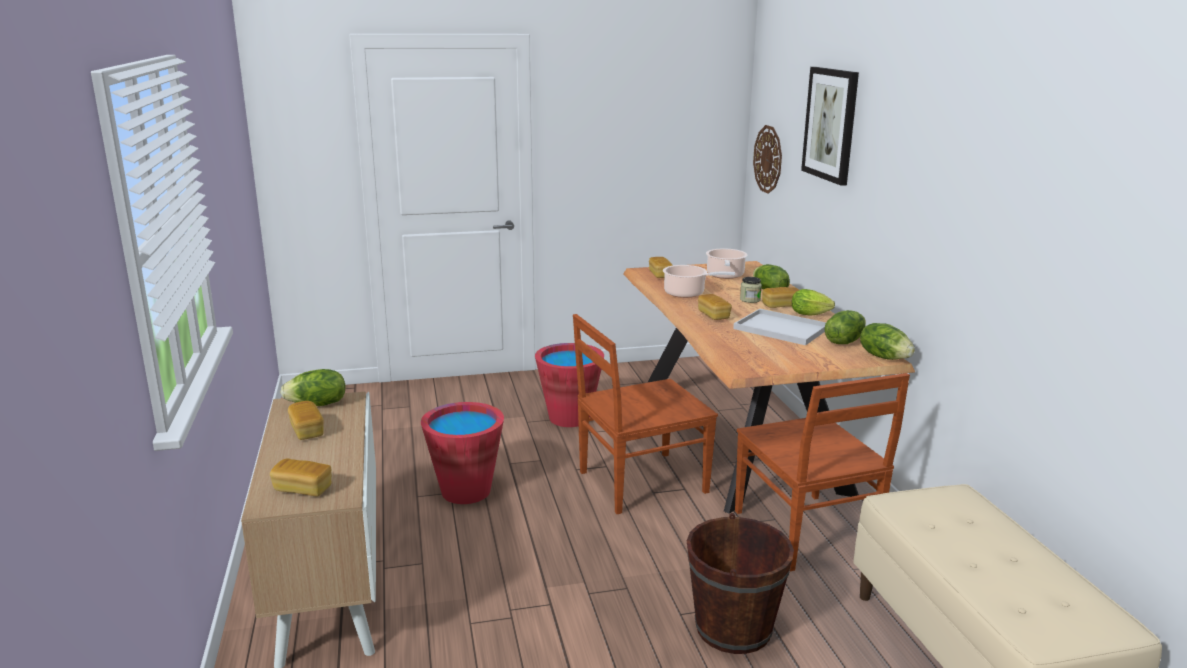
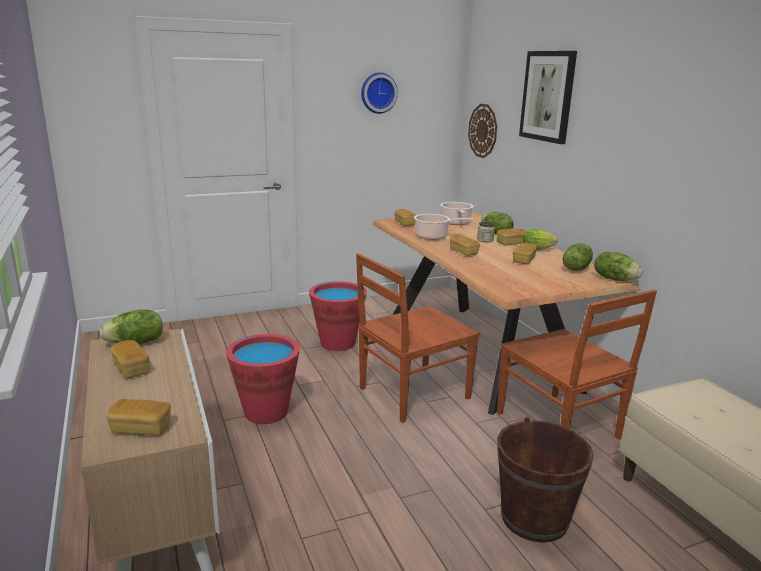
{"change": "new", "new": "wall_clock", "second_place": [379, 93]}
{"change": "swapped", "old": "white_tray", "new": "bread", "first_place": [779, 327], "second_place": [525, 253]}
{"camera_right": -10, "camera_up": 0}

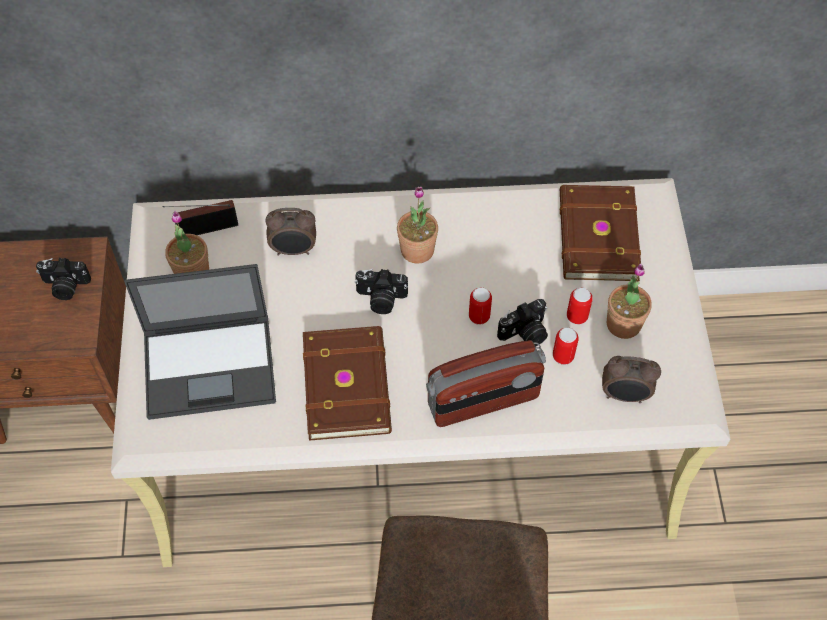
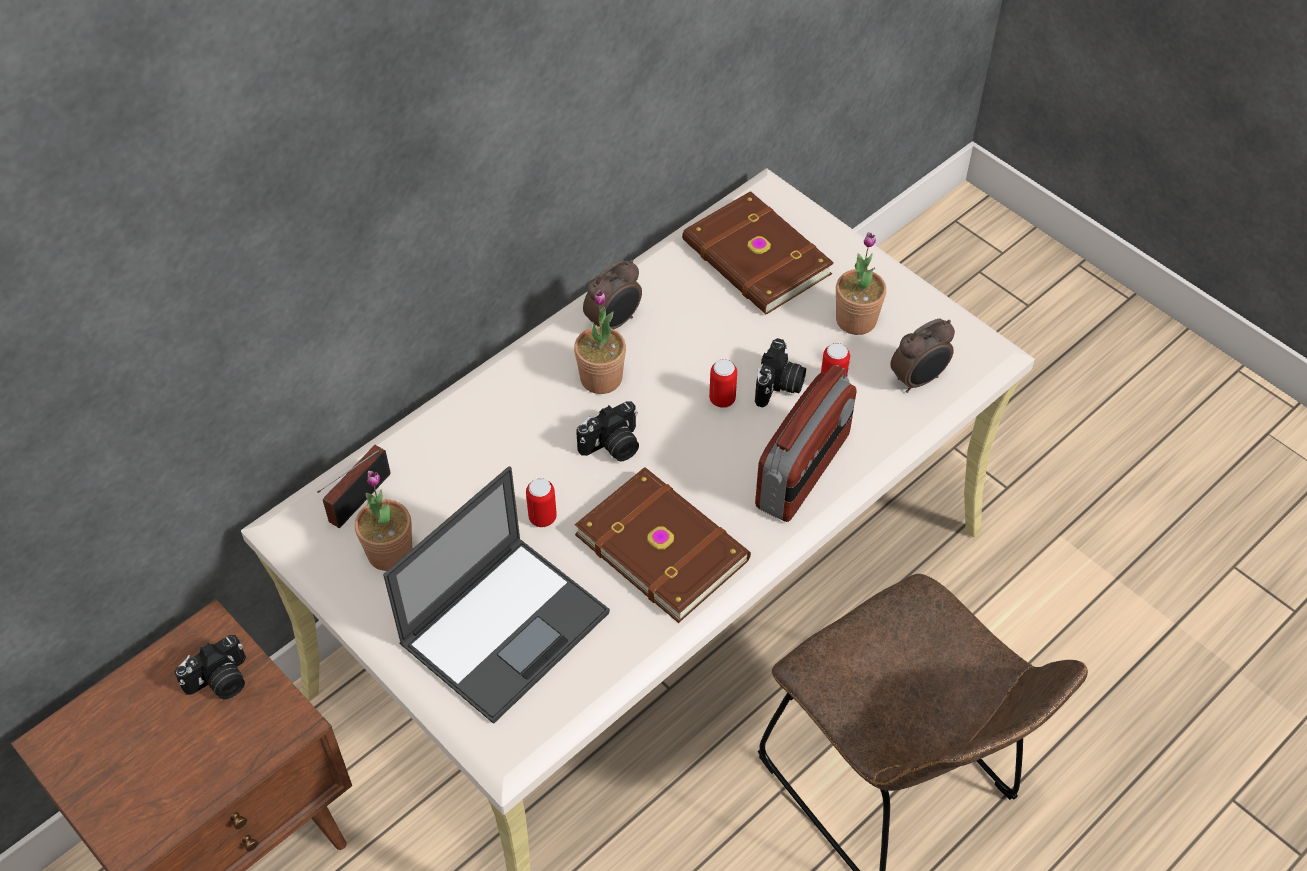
{"change": "shifted", "old": "can", "first_place": [580, 306], "second_place": [541, 502]}
{"change": "shifted", "old": "alarm_clock", "first_place": [291, 231], "second_place": [612, 294]}
{"camera_right": -40, "camera_up": -5}

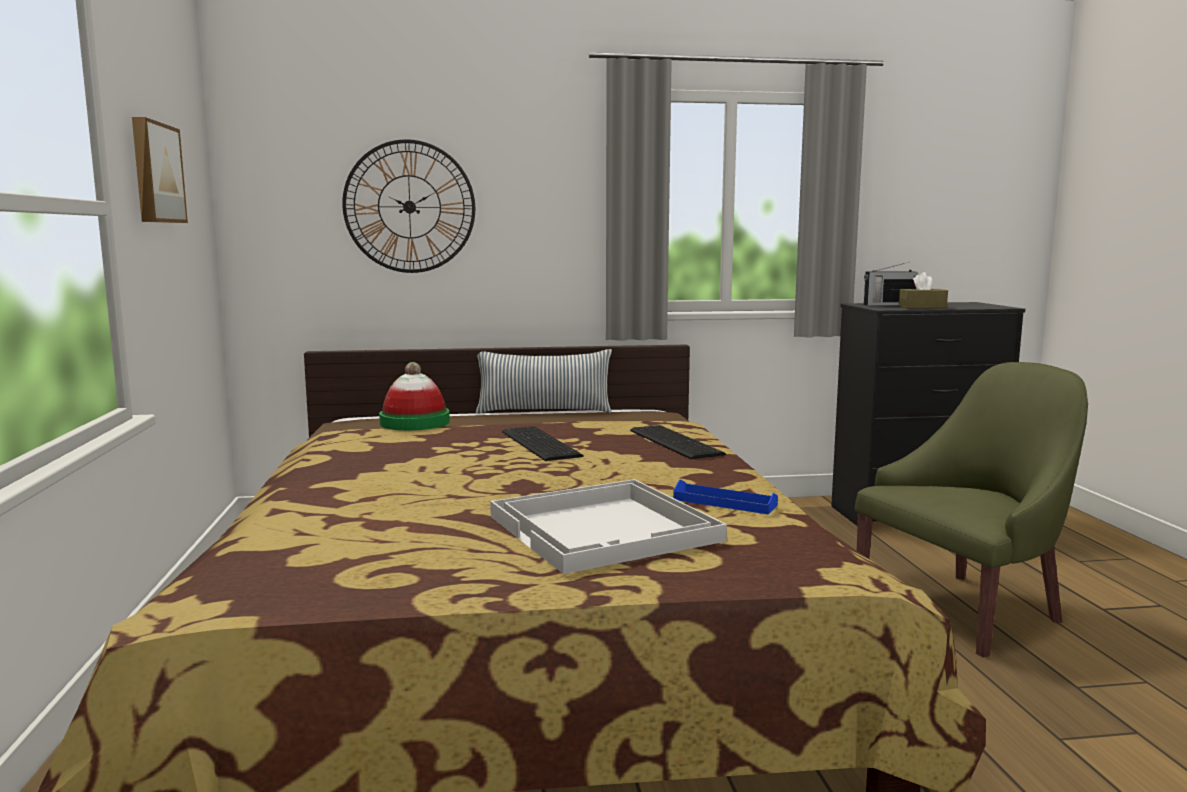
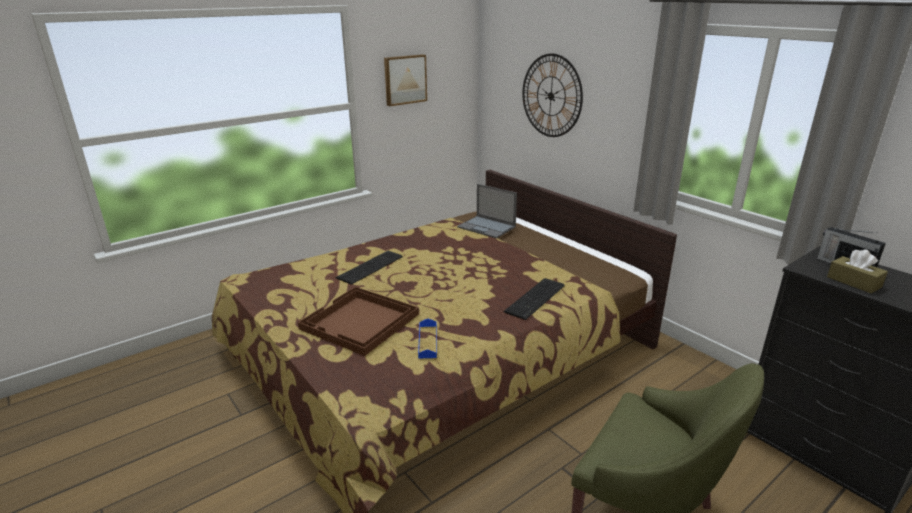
{"change": "repainted", "old": "white_tray", "new": "brown_tray", "first_place": [608, 526], "second_place": [358, 321]}
{"change": "shifted", "old": "keyboard", "first_place": [543, 443], "second_place": [369, 268]}
{"change": "swapped", "old": "hat", "new": "laptop", "first_place": [414, 396], "second_place": [487, 211]}
{"change": "gone", "old": "pillow", "first_place": [543, 381]}
{"camera_right": 60, "camera_up": 15}

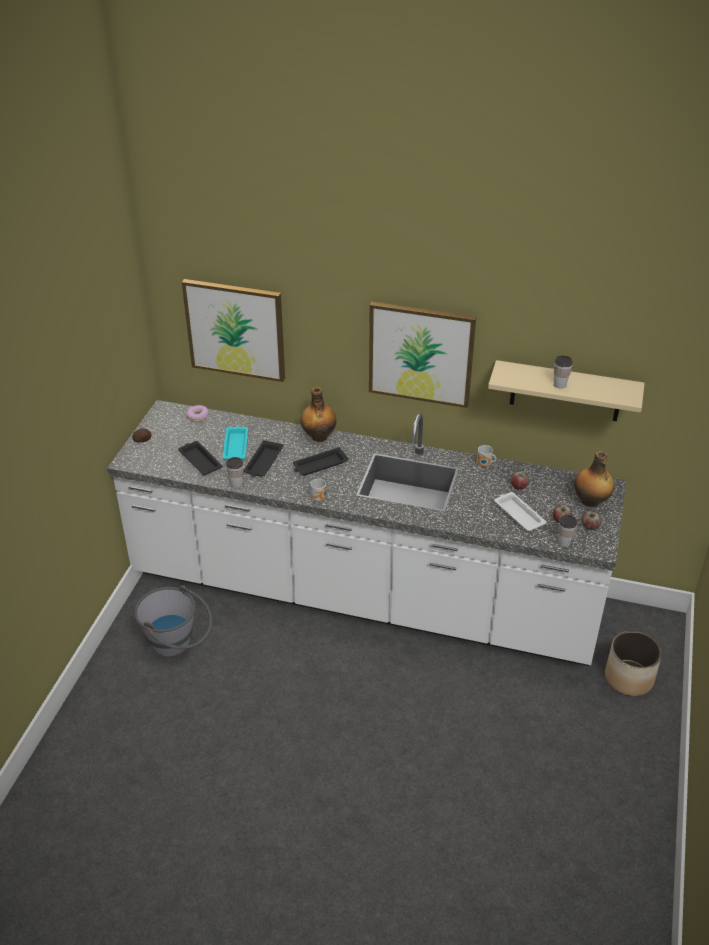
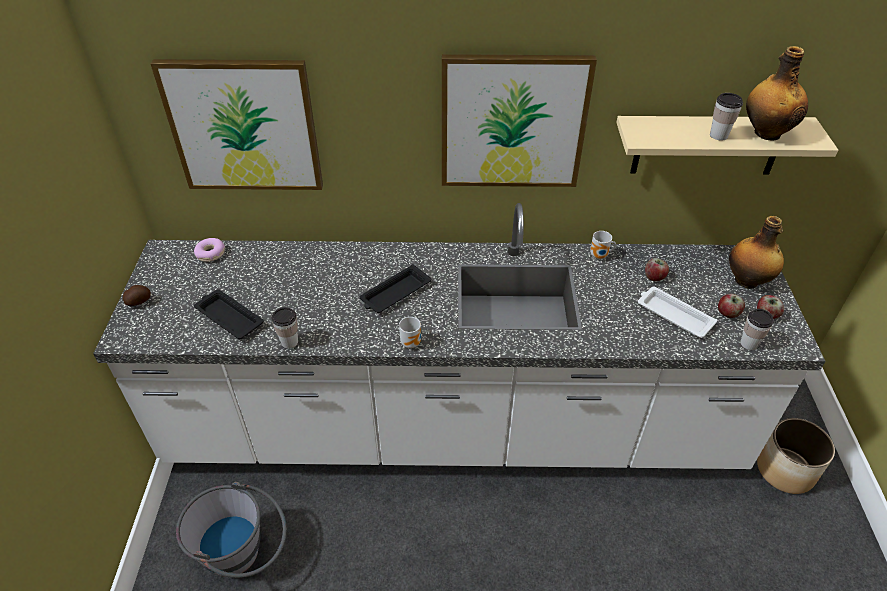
{"change": "shifted", "old": "bottle", "first_place": [318, 414], "second_place": [777, 93]}
{"change": "gone", "old": "turquoise_tray", "first_place": [235, 442]}
{"change": "gone", "old": "black_tray", "first_place": [263, 458]}
{"camera_right": -15, "camera_up": 5}

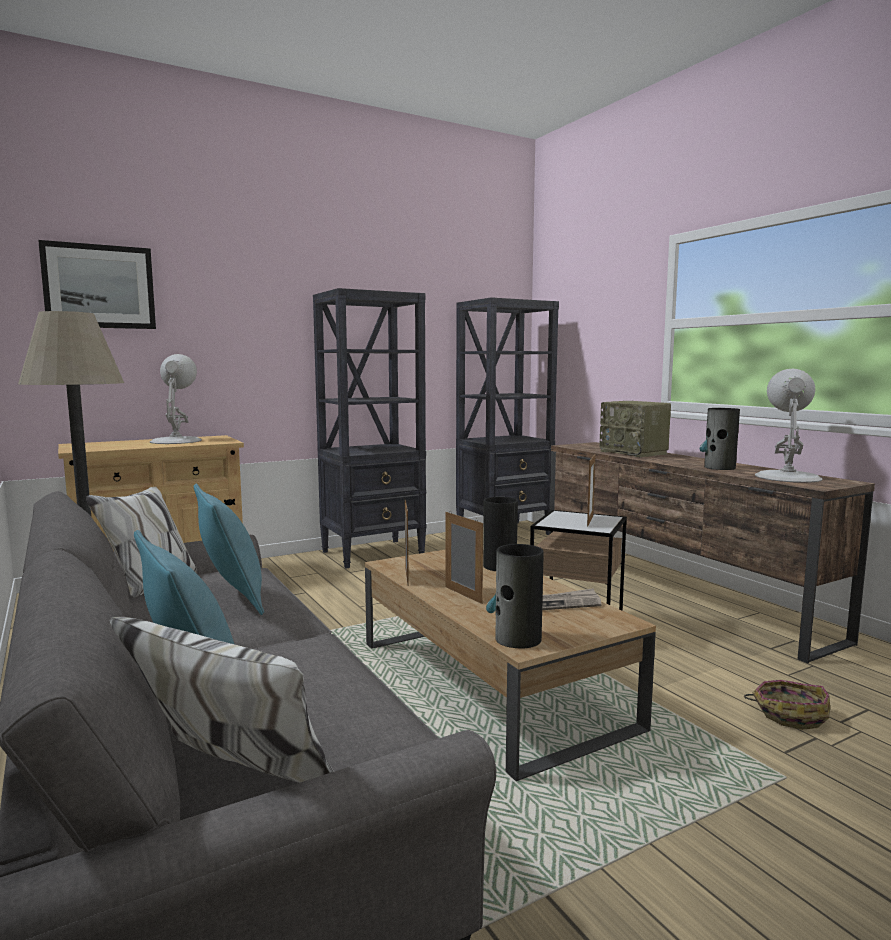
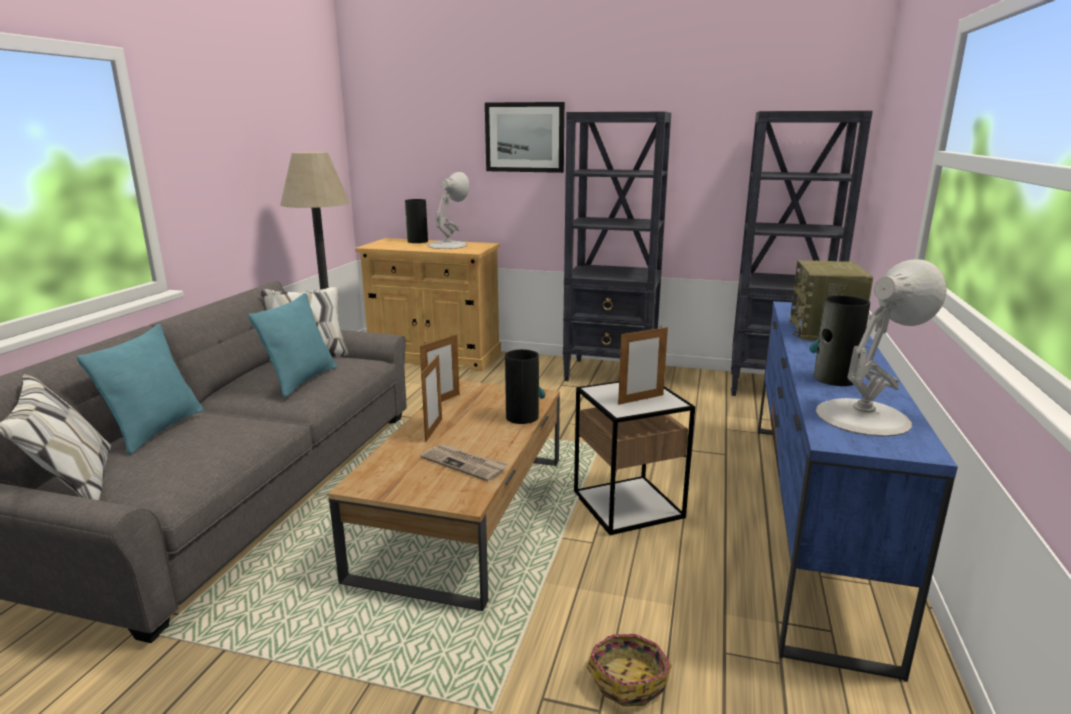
{"change": "shifted", "old": "vase", "first_place": [515, 596], "second_place": [416, 221]}
{"change": "shifted", "old": "picture", "first_place": [97, 284], "second_place": [525, 137]}
{"change": "repainted", "old": "brown_tv_stand", "new": "blue_tv_stand", "first_place": [712, 552], "second_place": [858, 491]}
{"camera_right": 45, "camera_up": 10}

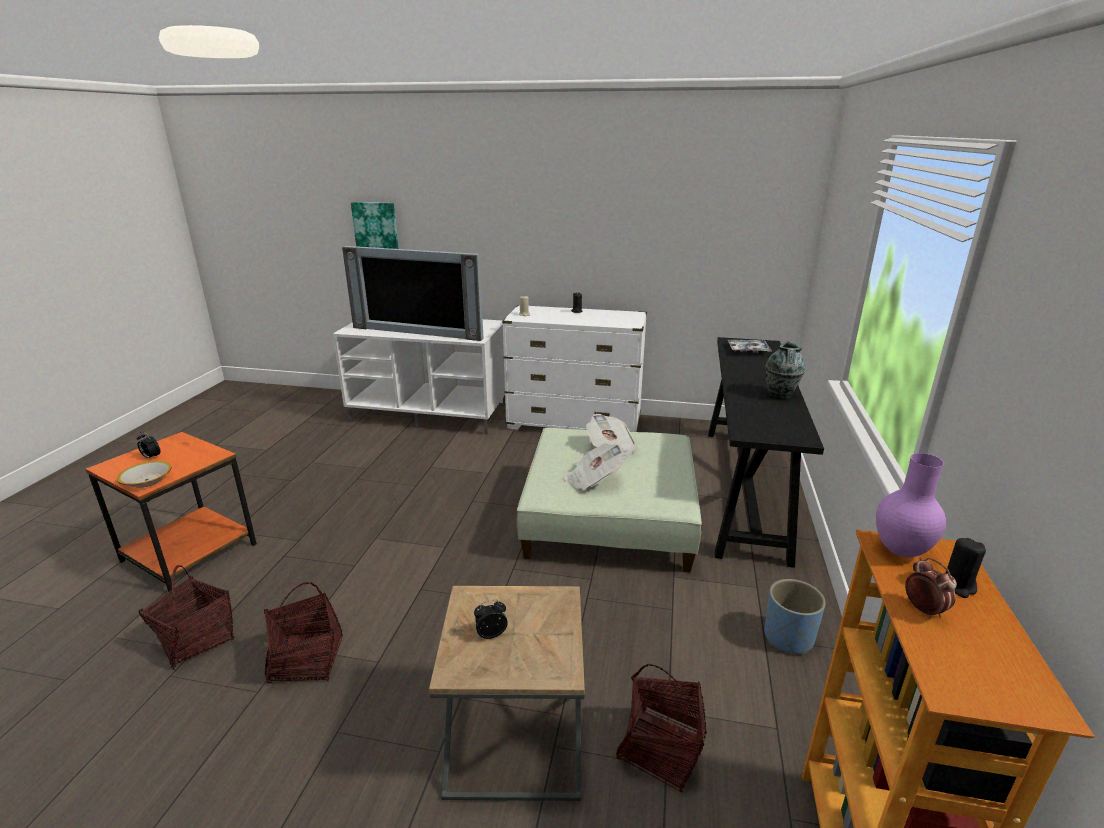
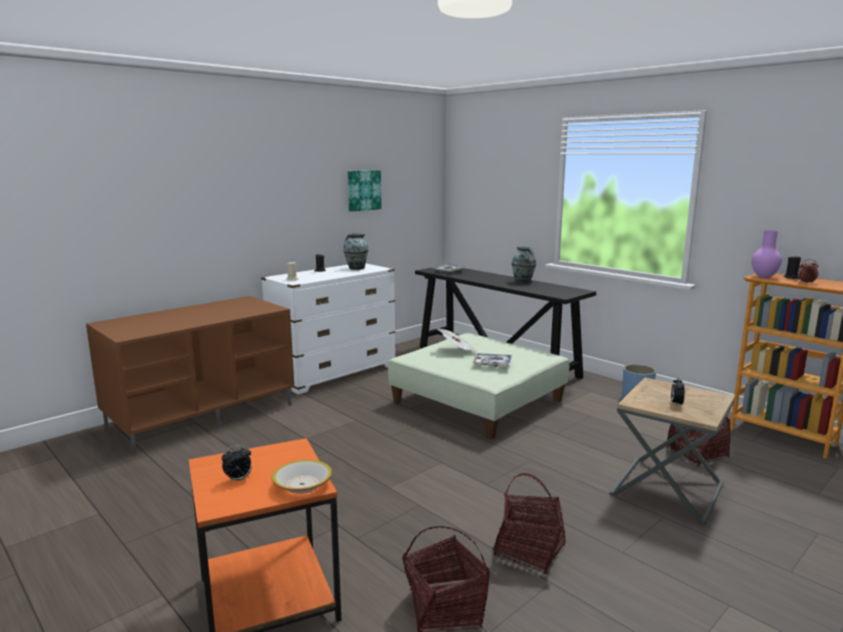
{"change": "repainted", "old": "white_tv_stand", "new": "brown_tv_stand", "first_place": [419, 377], "second_place": [190, 375]}
{"change": "new", "new": "vase", "second_place": [356, 251]}
{"change": "shifted", "old": "picture", "first_place": [374, 225], "second_place": [364, 190]}
{"change": "swapped", "old": "newspaper", "new": "tray", "first_place": [594, 466], "second_place": [492, 360]}
{"change": "gone", "old": "television", "first_place": [413, 293]}
{"camera_right": -55, "camera_up": -10}

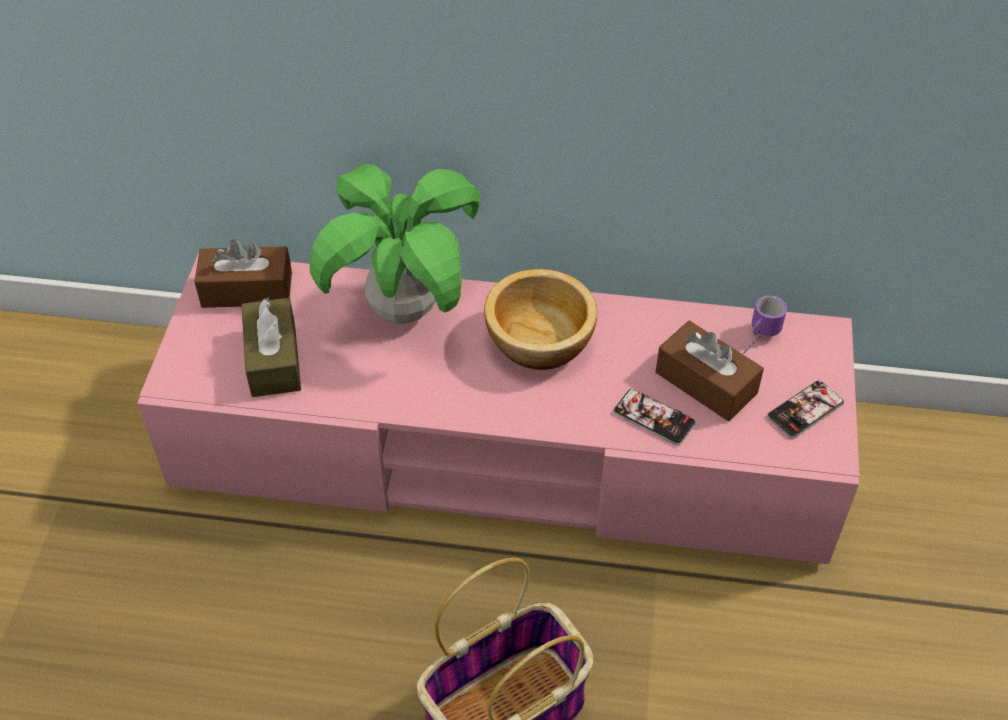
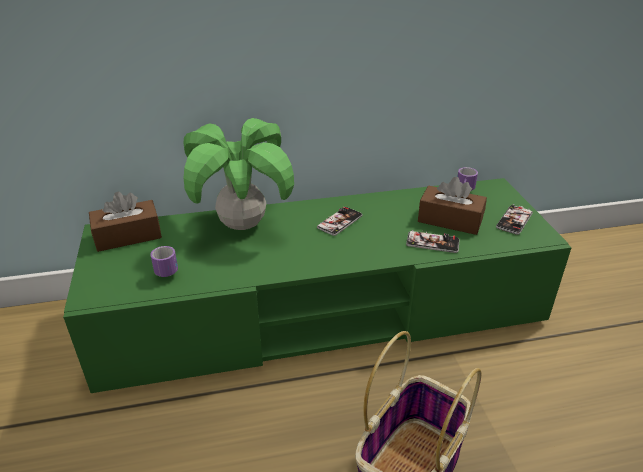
{"change": "repainted", "old": "pink_tv_stand", "new": "green_tv_stand", "first_place": [498, 408], "second_place": [317, 285]}
{"change": "swapped", "old": "brown_tissue_box", "new": "mug", "first_place": [271, 347], "second_place": [164, 261]}
{"change": "swapped", "old": "bowl", "new": "phone", "first_place": [540, 319], "second_place": [340, 221]}
{"camera_right": -20, "camera_up": -15}

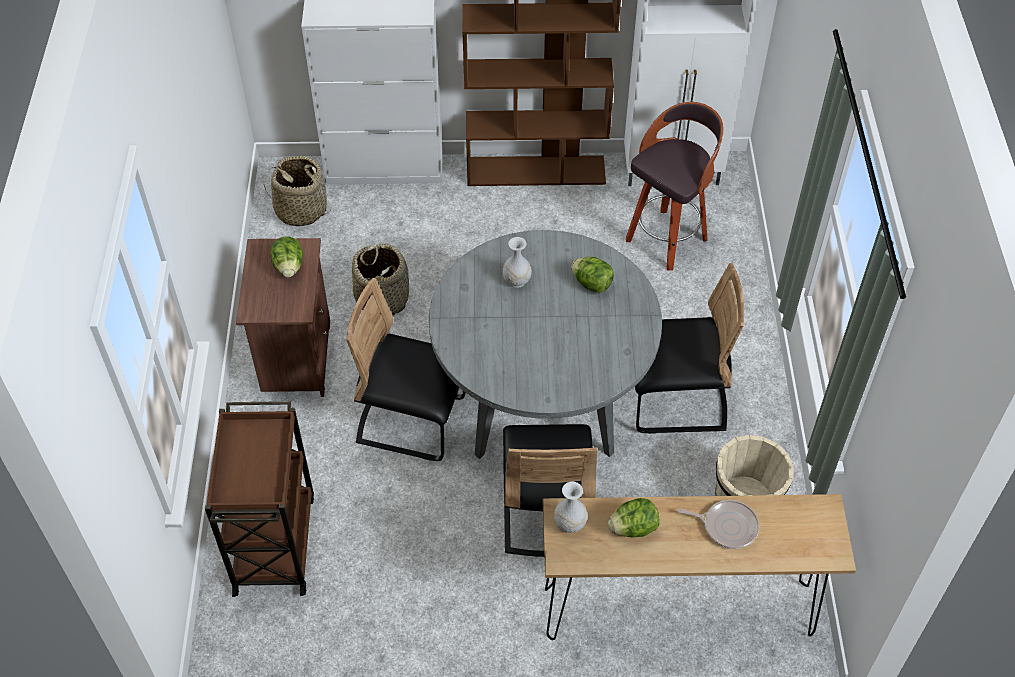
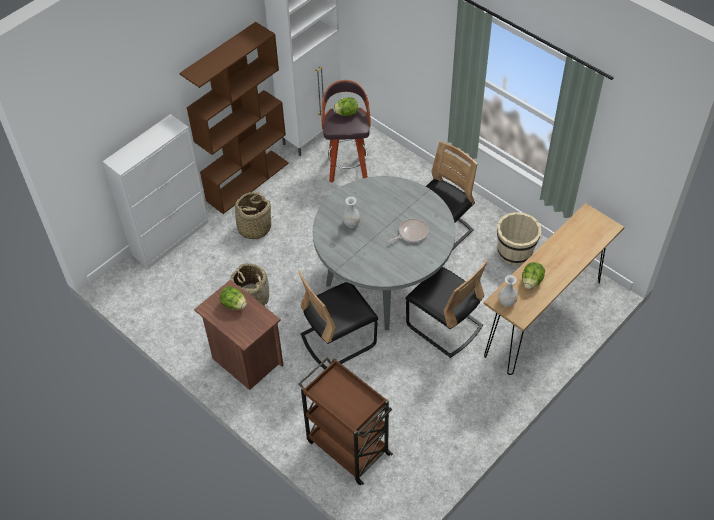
{"change": "shifted", "old": "basket", "first_place": [297, 191], "second_place": [252, 215]}
{"change": "shifted", "old": "lettuce", "first_place": [592, 275], "second_place": [345, 106]}
{"change": "shifted", "old": "frying_pan", "first_place": [718, 524], "second_place": [408, 230]}
{"camera_right": -45, "camera_up": 0}

